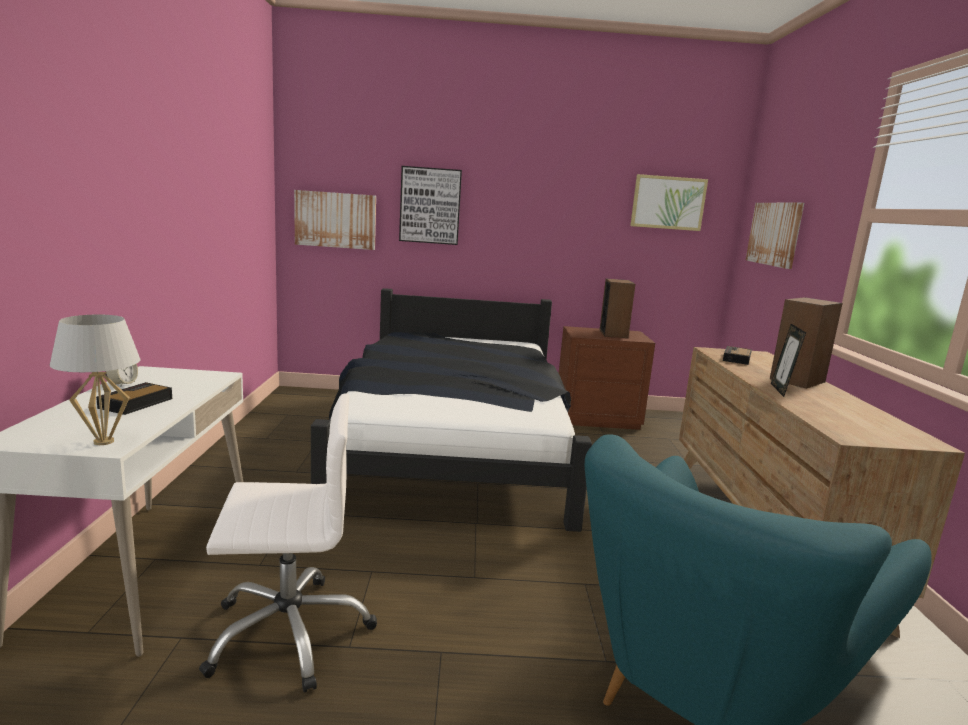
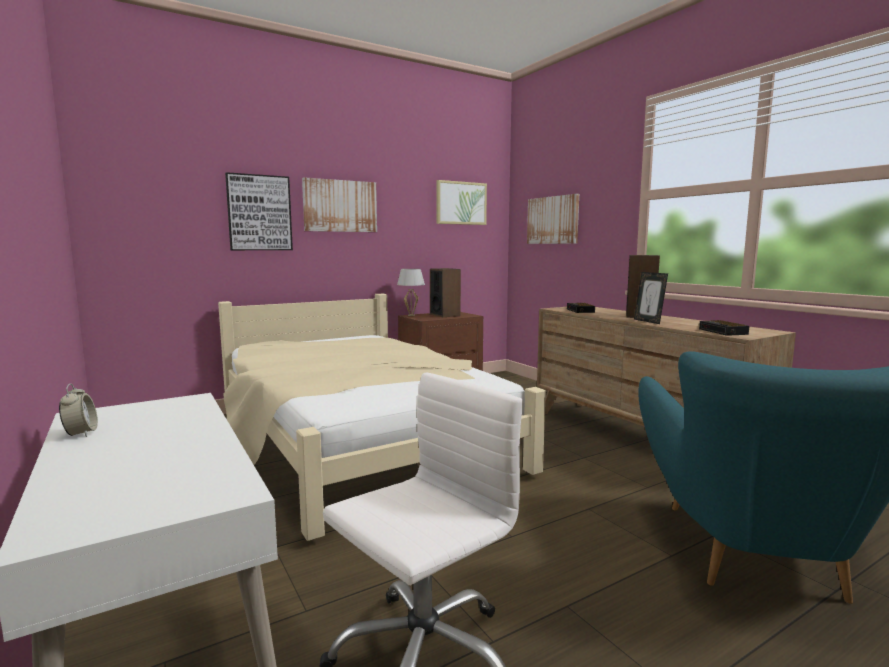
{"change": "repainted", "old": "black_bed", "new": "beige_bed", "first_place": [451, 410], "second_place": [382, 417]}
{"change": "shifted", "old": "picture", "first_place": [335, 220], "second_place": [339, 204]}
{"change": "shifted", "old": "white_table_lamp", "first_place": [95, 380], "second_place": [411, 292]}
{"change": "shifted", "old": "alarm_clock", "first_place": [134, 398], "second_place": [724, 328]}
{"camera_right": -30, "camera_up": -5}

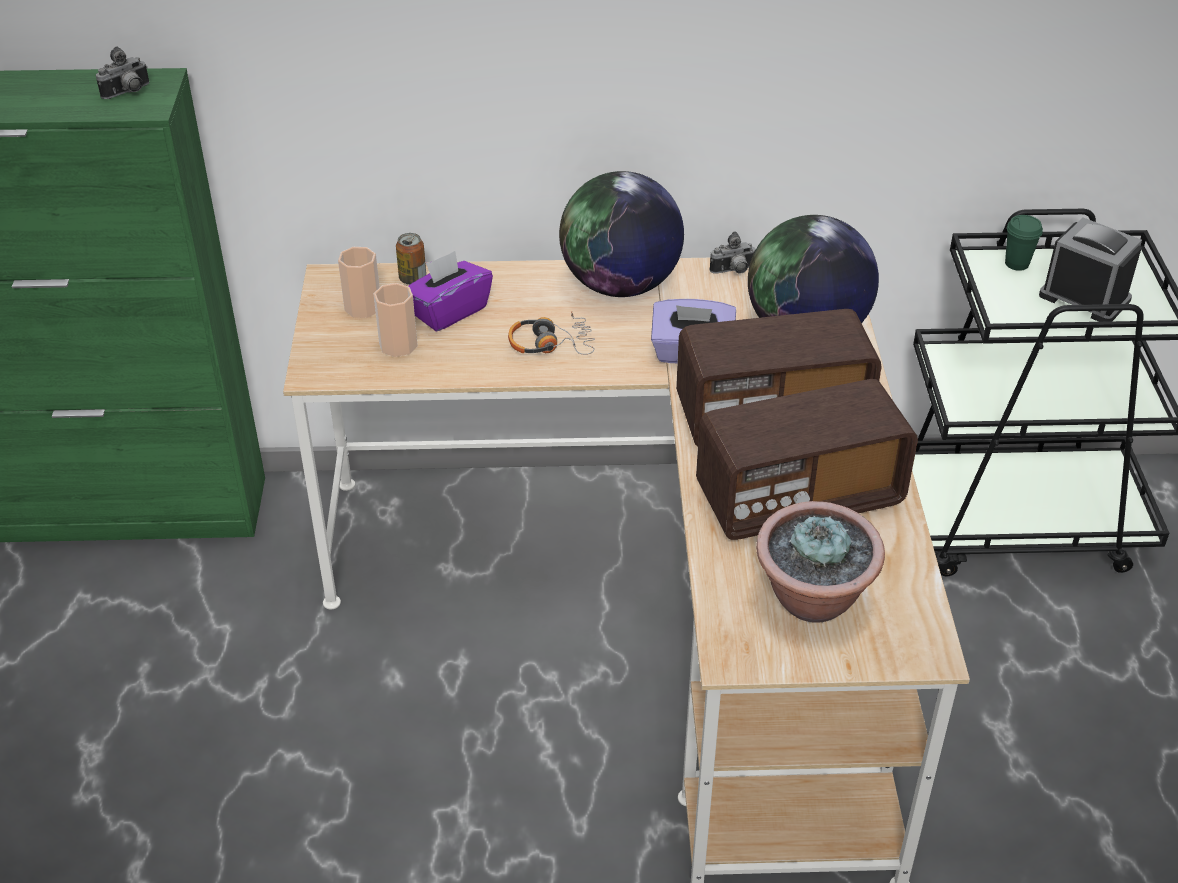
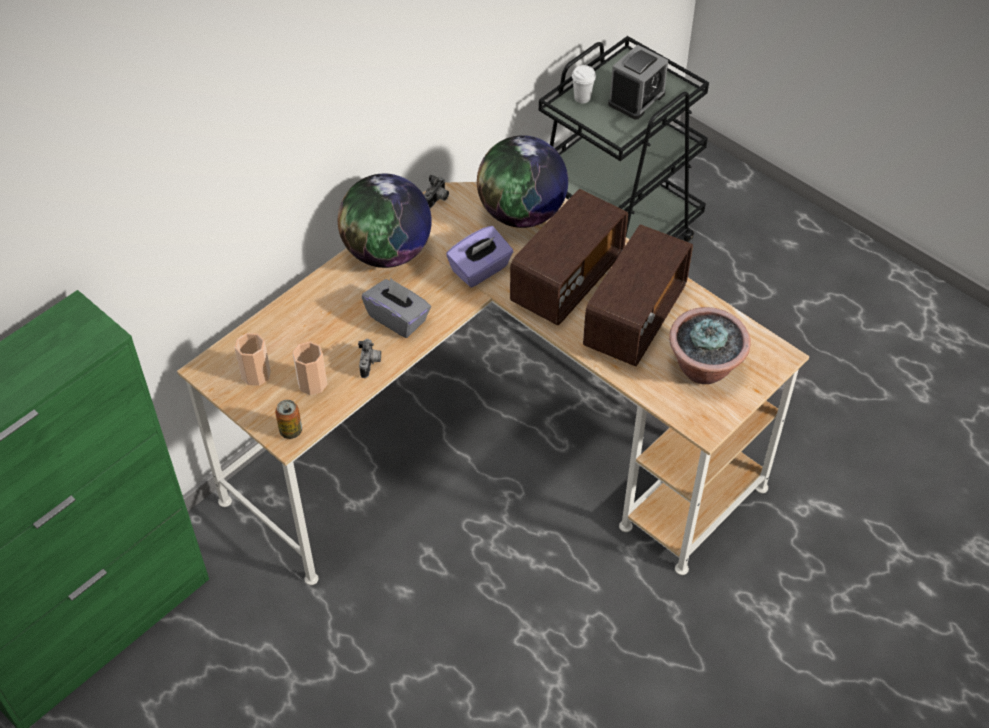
{"change": "shifted", "old": "can", "first_place": [411, 259], "second_place": [288, 419]}
{"change": "shifted", "old": "photo_camera", "first_place": [122, 72], "second_place": [369, 358]}
{"change": "swapped", "old": "headphones", "new": "grey_tissue_box", "first_place": [551, 333], "second_place": [396, 307]}
{"change": "repainted", "old": "green_cup", "new": "white_cup", "first_place": [1024, 243], "second_place": [584, 84]}
{"change": "rotated", "old": "alarm_clock", "first_place": [1090, 270], "second_place": [638, 82], "degrees": 135}
{"change": "gone", "old": "purple_tissue_box", "first_place": [450, 291]}
{"camera_right": -45, "camera_up": 10}

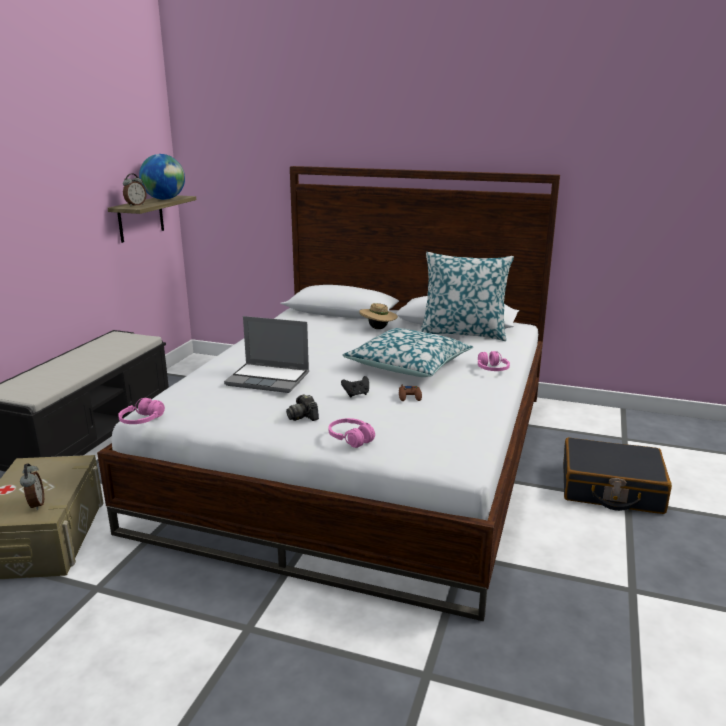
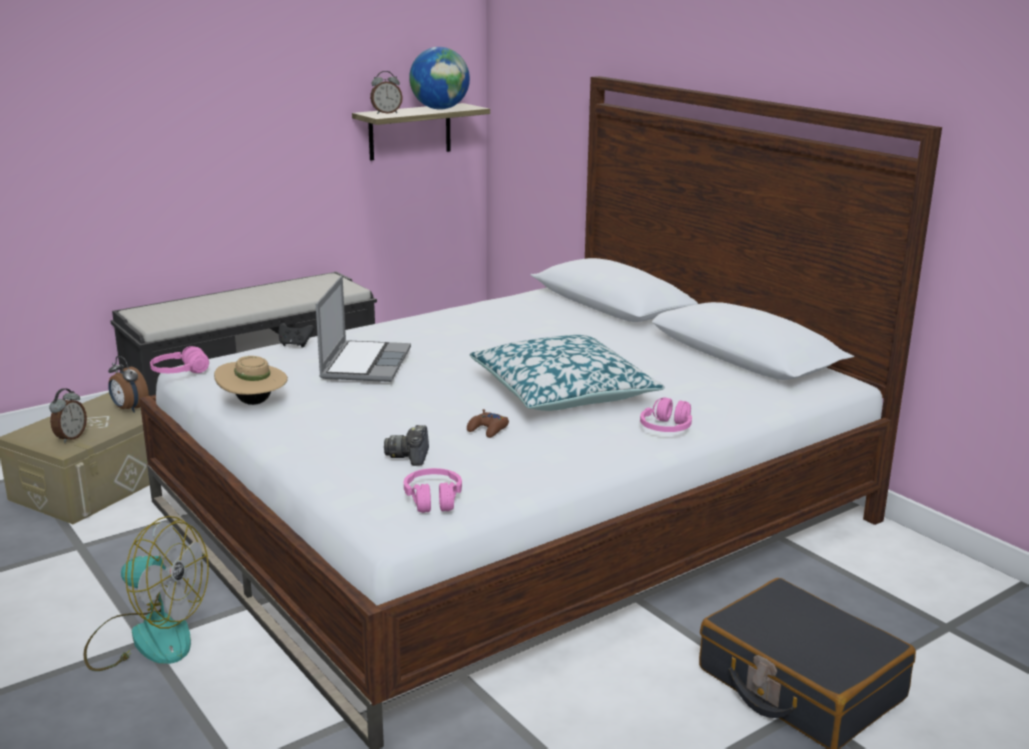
{"change": "new", "new": "fan", "second_place": [146, 593]}
{"change": "new", "new": "alarm_clock", "second_place": [128, 384]}
{"change": "shifted", "old": "beige_hat", "first_place": [378, 316], "second_place": [251, 380]}
{"change": "shifted", "old": "black_game_controller", "first_place": [355, 386], "second_place": [296, 335]}
{"change": "rotated", "old": "laptop", "first_place": [266, 354], "second_place": [363, 329], "degrees": -135}
{"change": "shifted", "old": "photo_camera", "first_place": [302, 407], "second_place": [406, 445]}
{"change": "shifted", "old": "pink_headphones", "first_place": [352, 433], "second_place": [433, 490]}
{"change": "gone", "old": "pillow", "first_place": [467, 296]}
{"camera_right": 35, "camera_up": 0}

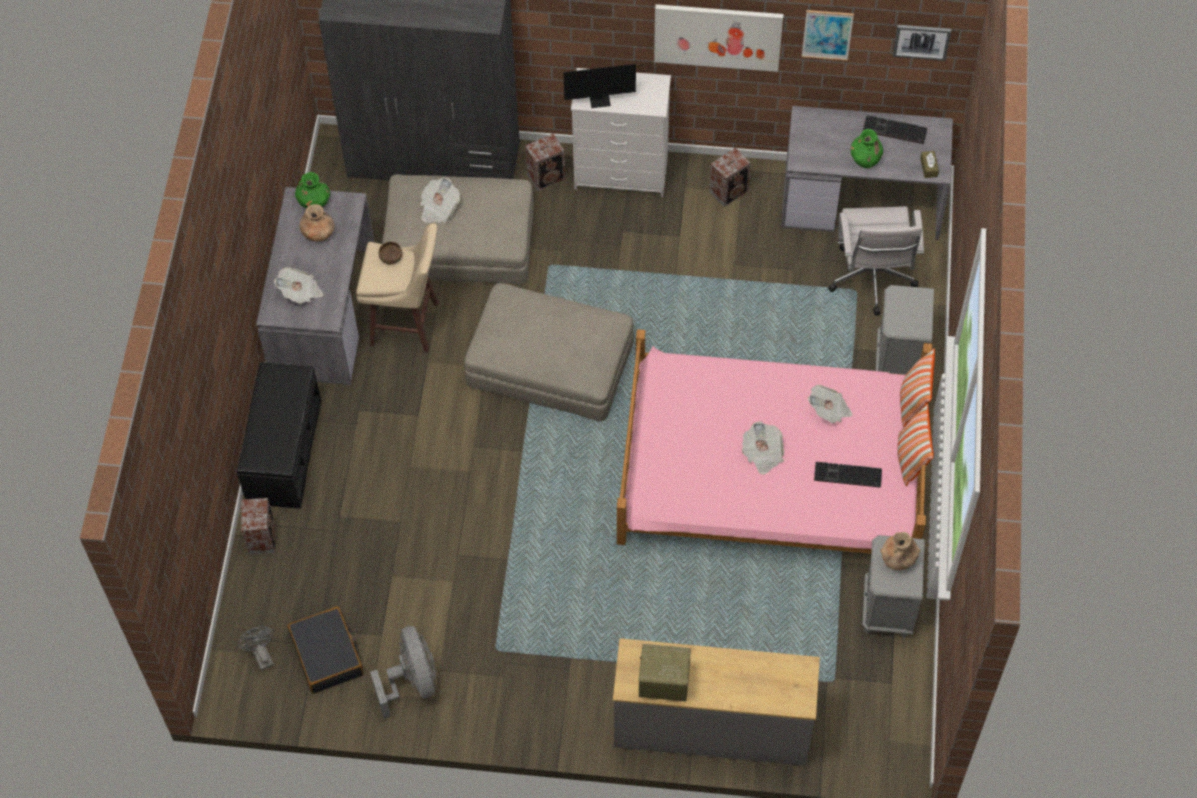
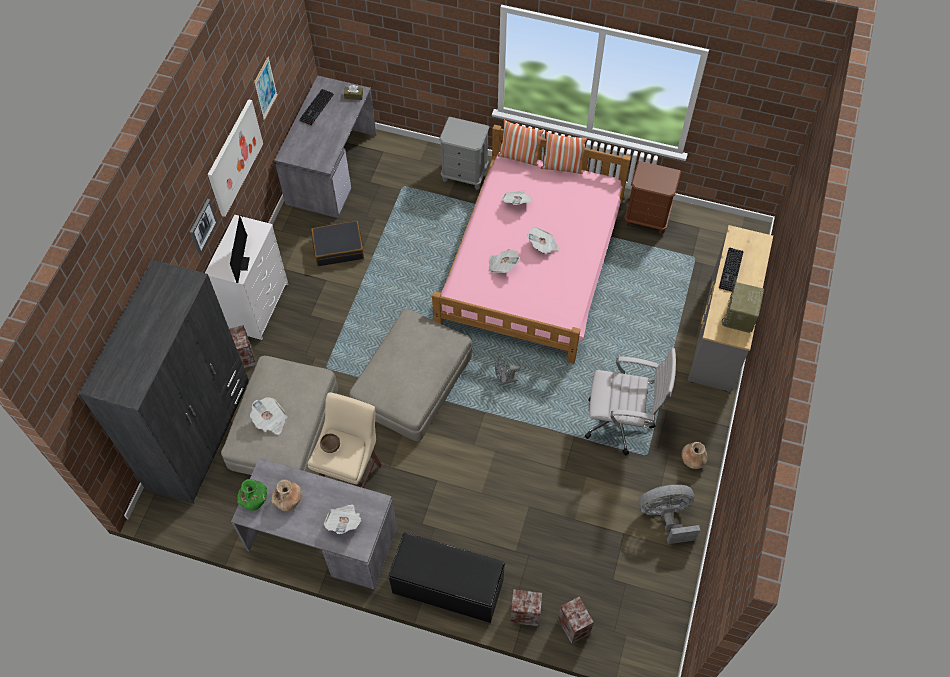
{"change": "shifted", "old": "picture", "first_place": [922, 43], "second_place": [204, 226]}
{"change": "shifted", "old": "black_suitcase", "first_place": [325, 650], "second_place": [337, 243]}
{"change": "new", "new": "newspaper", "second_place": [503, 261]}
{"change": "shifted", "old": "grey_fan", "first_place": [255, 648], "second_place": [508, 370]}
{"change": "shifted", "old": "speaker", "first_place": [730, 177], "second_place": [576, 620]}
{"change": "shifted", "old": "white_office_chair", "first_place": [876, 261], "second_place": [630, 402]}
{"change": "repainted", "old": "grey_nightstand", "new": "brown_nightstand", "first_place": [893, 586], "second_place": [652, 197]}
{"change": "shifted", "old": "brown_vase", "first_place": [900, 551], "second_place": [694, 455]}
{"change": "shifted", "old": "keyboard", "first_place": [848, 475], "second_place": [731, 270]}
{"change": "gone", "old": "green_vase", "first_place": [867, 148]}
{"camera_right": -80, "camera_up": 0}

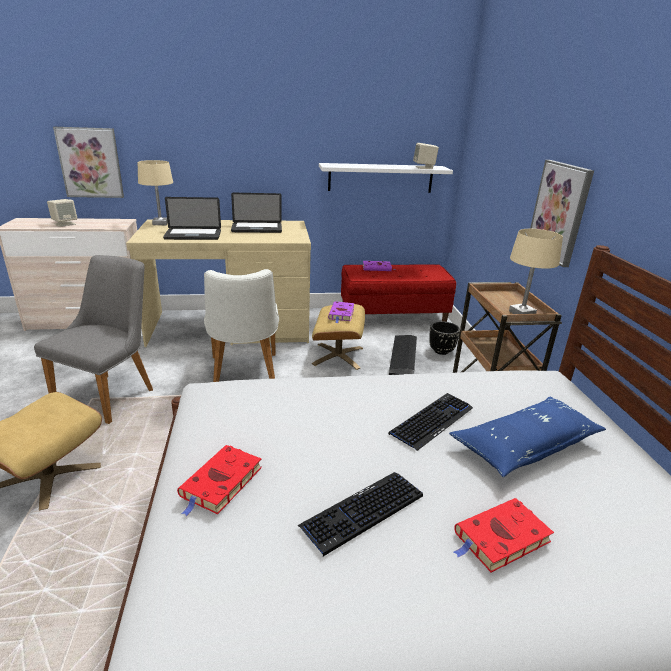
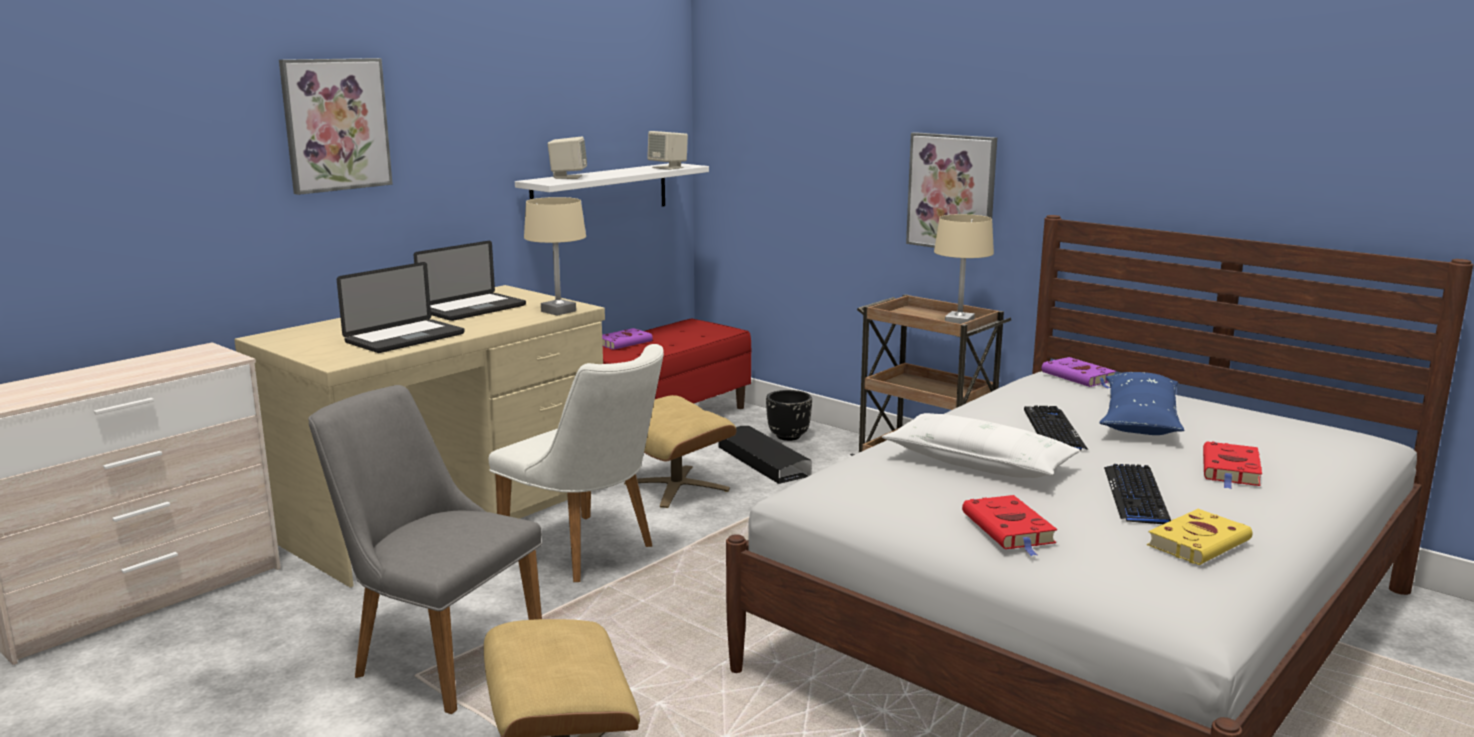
{"change": "shifted", "old": "picture", "first_place": [88, 162], "second_place": [336, 126]}
{"change": "rotated", "old": "grey_chair", "first_place": [93, 339], "second_place": [425, 549], "degrees": -45}
{"change": "shifted", "old": "beige_table_lamp", "first_place": [155, 192], "second_place": [555, 256]}
{"change": "shifted", "old": "beige_speaker", "first_place": [62, 213], "second_place": [567, 158]}
{"change": "new", "new": "white_pillow", "second_place": [981, 445]}
{"change": "shifted", "old": "purple_book", "first_place": [341, 312], "second_place": [1079, 373]}
{"change": "new", "new": "yellow_book", "second_place": [1199, 537]}
{"camera_right": -40, "camera_up": -10}

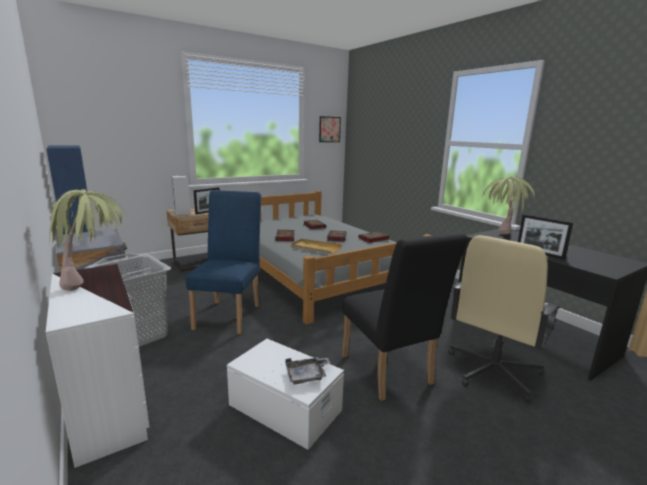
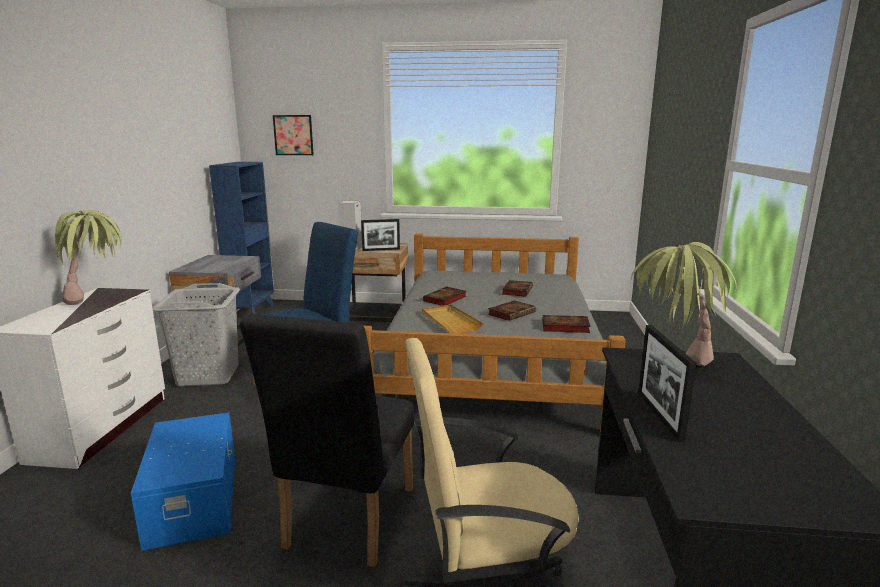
{"change": "repainted", "old": "white_storage_box", "new": "blue_storage_box", "first_place": [285, 394], "second_place": [183, 482]}
{"change": "shifted", "old": "picture", "first_place": [330, 129], "second_place": [293, 135]}
{"change": "gone", "old": "grey_tray", "first_place": [308, 371]}
{"camera_right": 40, "camera_up": 0}

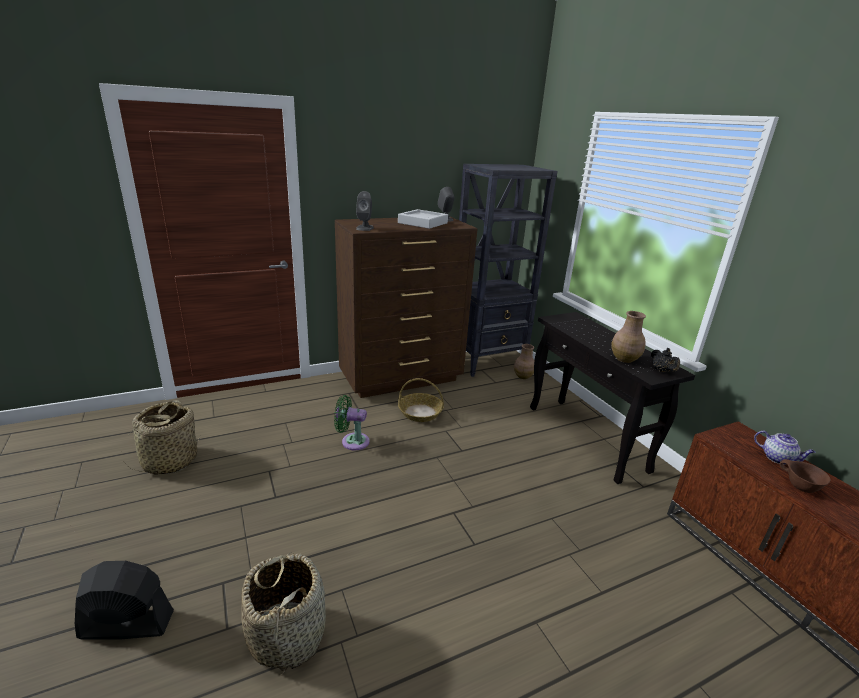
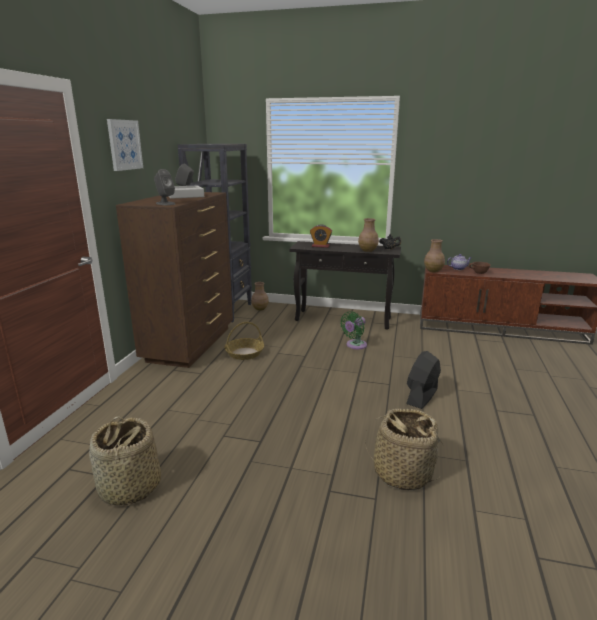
{"change": "new", "new": "picture", "second_place": [125, 145]}
{"change": "new", "new": "alarm_clock", "second_place": [321, 236]}
{"change": "shifted", "old": "green_fan", "first_place": [352, 422], "second_place": [353, 330]}
{"change": "shifted", "old": "black_fan", "first_place": [124, 600], "second_place": [423, 380]}
{"change": "new", "new": "brown_vase", "second_place": [434, 255]}
{"camera_right": -50, "camera_up": -5}

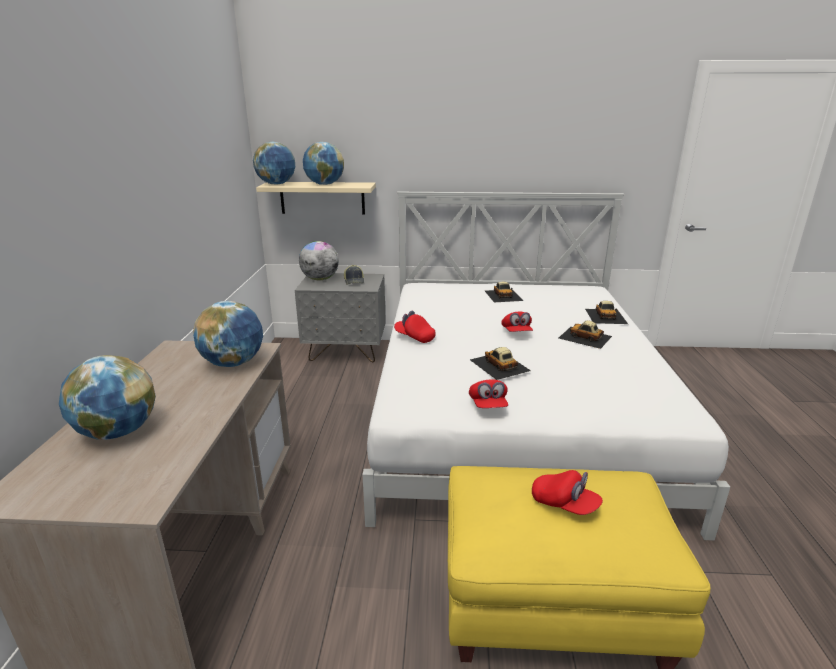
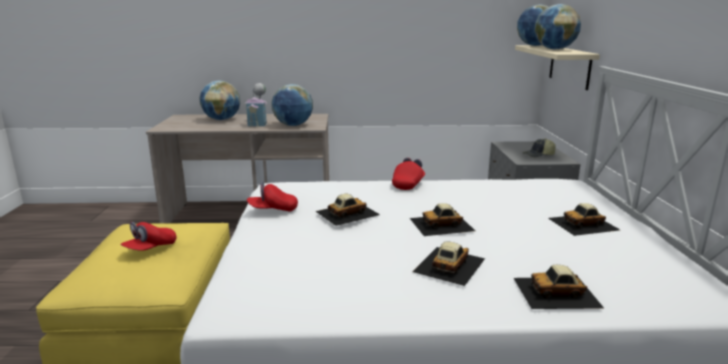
{"change": "new", "new": "toy_house", "second_place": [256, 105]}
{"change": "swapped", "old": "red_cap", "new": "toy_car", "first_place": [517, 322], "second_place": [442, 219]}
{"change": "gone", "old": "globe", "first_place": [319, 261]}
{"camera_right": 85, "camera_up": -5}

